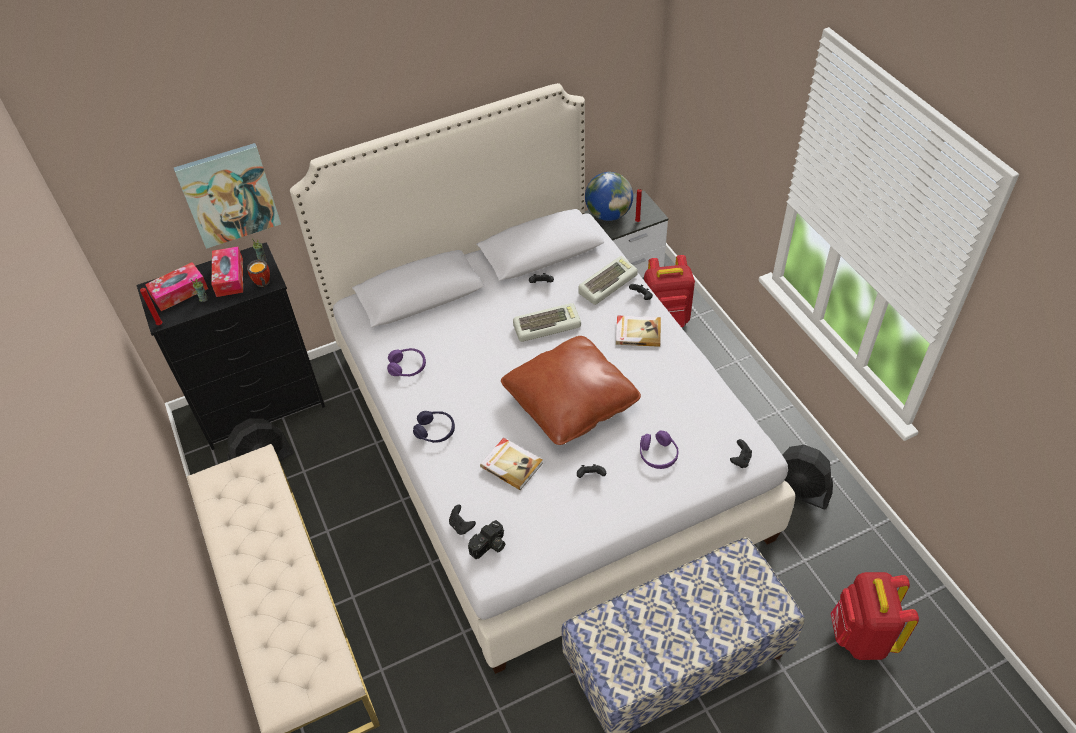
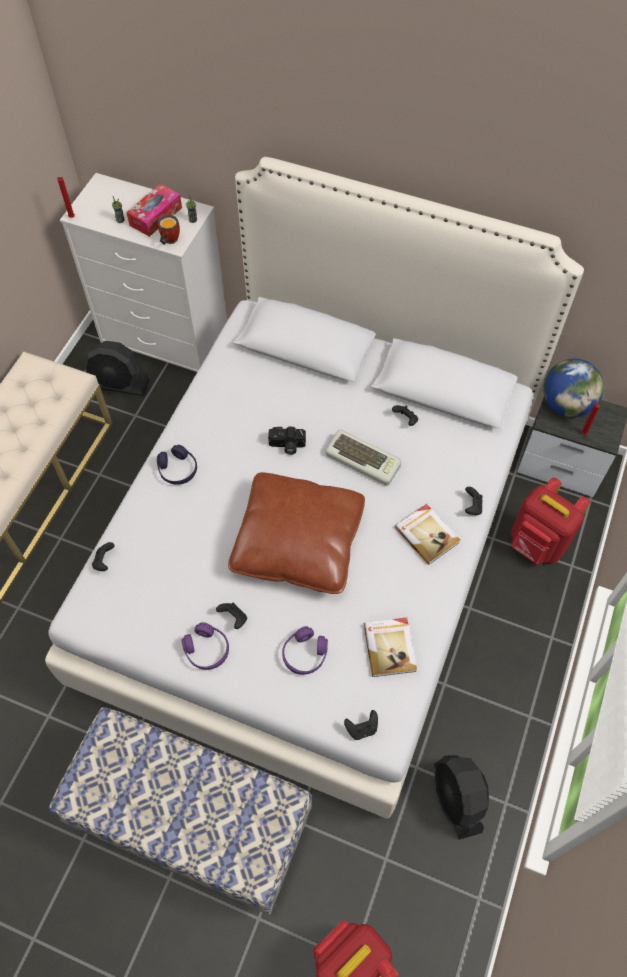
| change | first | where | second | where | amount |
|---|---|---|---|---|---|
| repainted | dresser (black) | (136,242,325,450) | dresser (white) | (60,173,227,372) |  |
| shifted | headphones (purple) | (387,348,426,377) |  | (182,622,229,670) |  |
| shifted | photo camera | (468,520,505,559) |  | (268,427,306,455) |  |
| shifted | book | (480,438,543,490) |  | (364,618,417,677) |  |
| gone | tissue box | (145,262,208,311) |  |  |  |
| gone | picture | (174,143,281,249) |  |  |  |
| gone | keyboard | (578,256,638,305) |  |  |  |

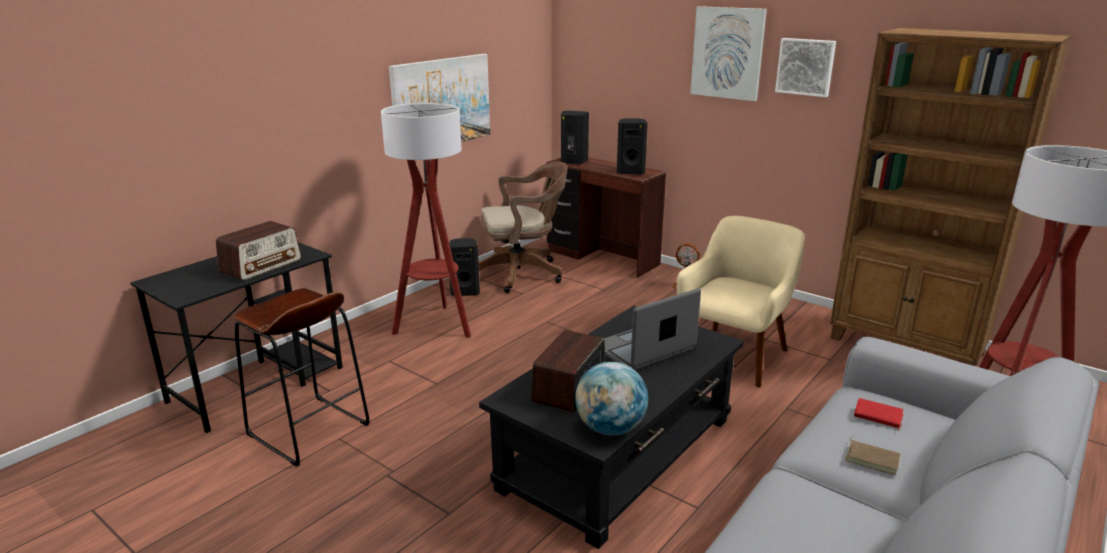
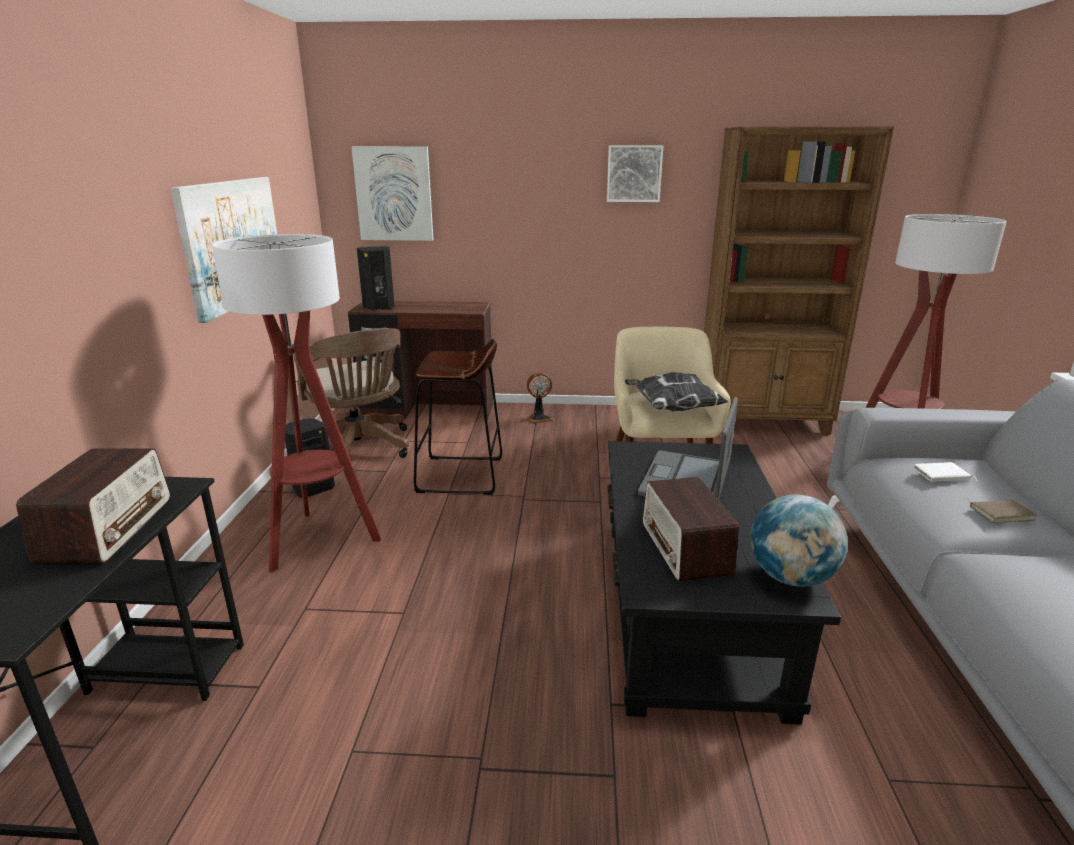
| change | first | where | second | where | amount |
|---|---|---|---|---|---|
| rotated | office chair (brown) | (479,162,568,293) |  | (292,328,409,458) | 105 degrees clockwise |
| shifted | picture | (690,6,767,101) |  | (351,146,434,241) |  |
| shifted | stool (brown) | (234,288,370,467) |  | (414,339,502,495) |  |
| new |  |  | pillow | (625,372,729,412) |  |
| repainted | book (red) | (854,398,904,431) | book (white) | (914,462,977,482) |  |
| gone | speaker (black) | (617,118,648,175) |  |  |  |

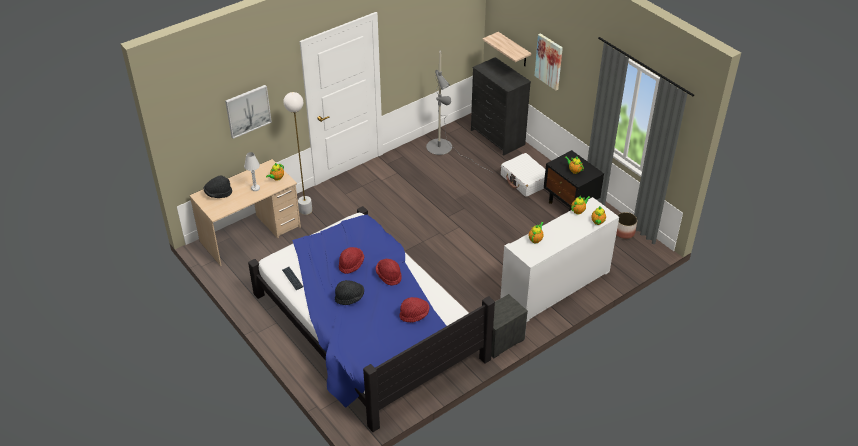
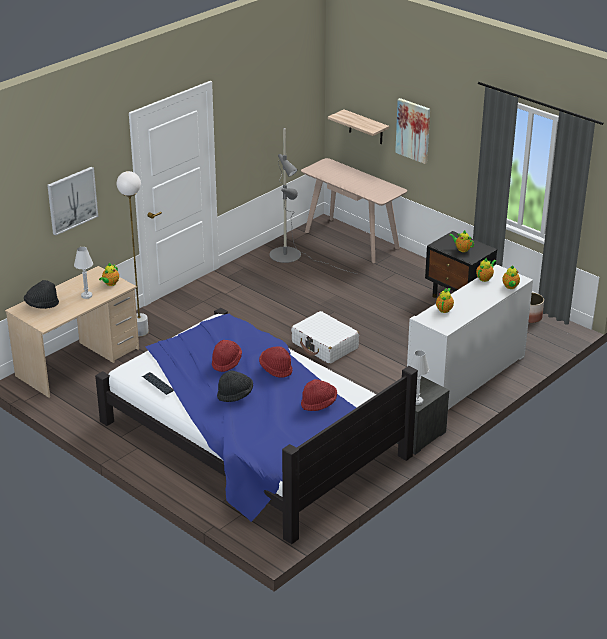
| change | first | where | second | where | amount |
|---|---|---|---|---|---|
| shifted | suitcase (white) | (501,153,545,197) |  | (291,311,359,364) |  |
| swapped | dresser (black) | (471,57,531,156) | console table (beige) | (301,158,407,263) |  |
| new |  |  | table lamp (white) | (410,350,429,405) |  |

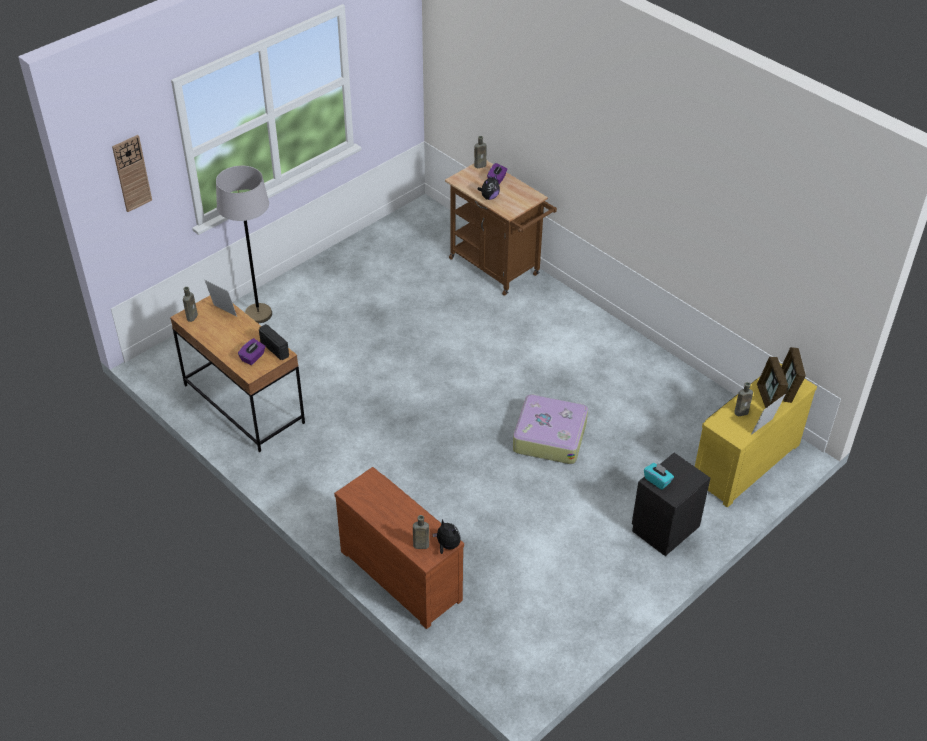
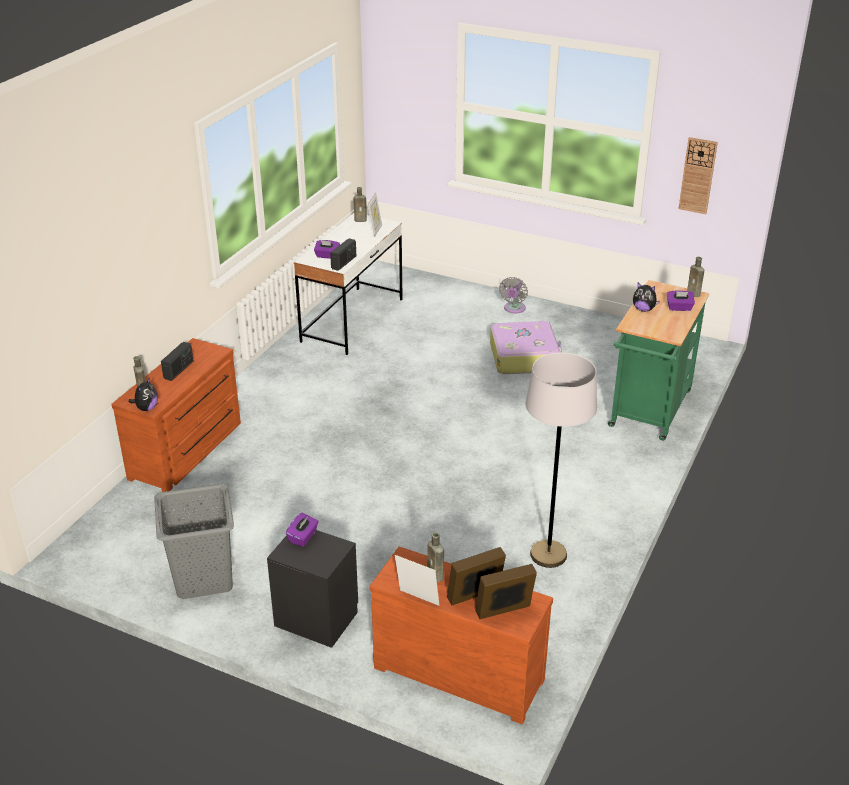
| change | first | where | second | where | amount |
|---|---|---|---|---|---|
| new |  |  | laundry basket (grey) | (154,483,234,599) |  |
| new |  |  | radio | (161,342,193,381) |  |
| repainted | tissue box (turquoise) | (644,463,674,490) | tissue box (purple) | (286,512,319,547) |  |
| repainted | desk (brown) | (170,296,305,452) | desk (white) | (294,213,403,355) |  |
| repainted | dresser (yellow) | (695,364,817,507) | dresser (brown) | (370,547,553,724) |  |
| shifted | suitcase | (513,394,588,464) |  | (490,321,562,374) |  |
| new |  |  | fan (grey) | (499,277,528,313) |  |
| shifted | floor lamp (grey) | (216,166,272,323) |  | (526,352,597,568) |  |
| repainted | cart (brown) | (445,160,557,296) | cart (green) | (608,280,709,441) |  |
| shifted | wall clock | (112,135,152,212) |  | (678,137,718,214) |  |

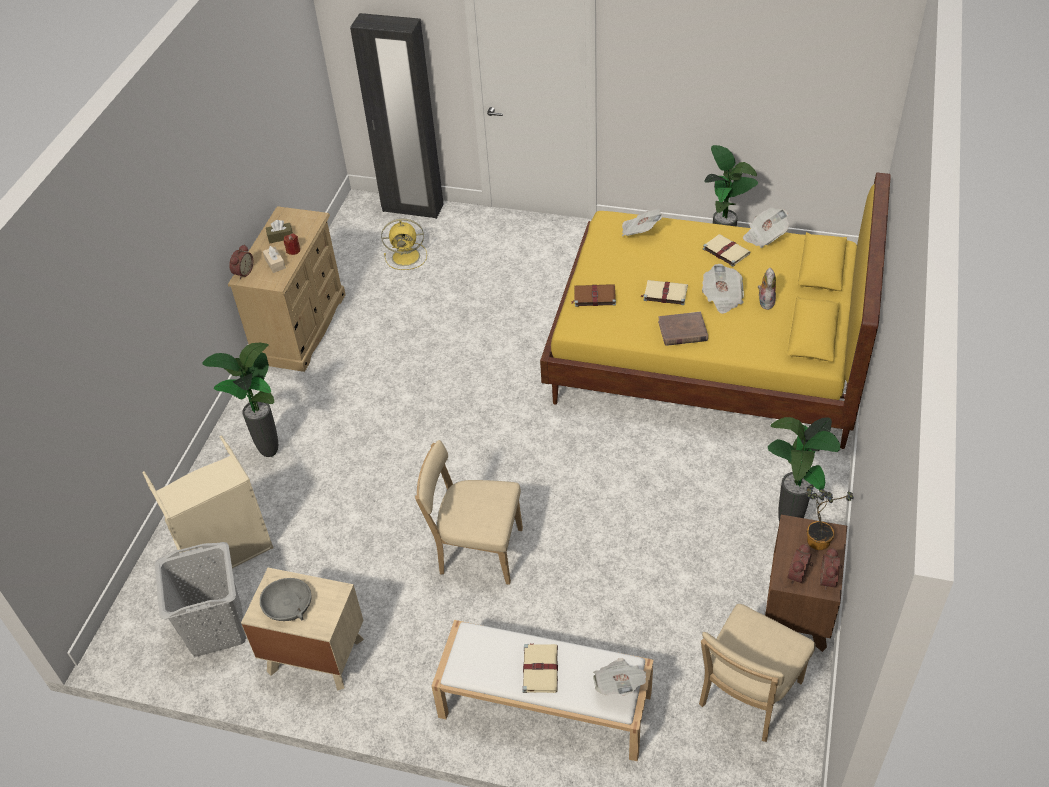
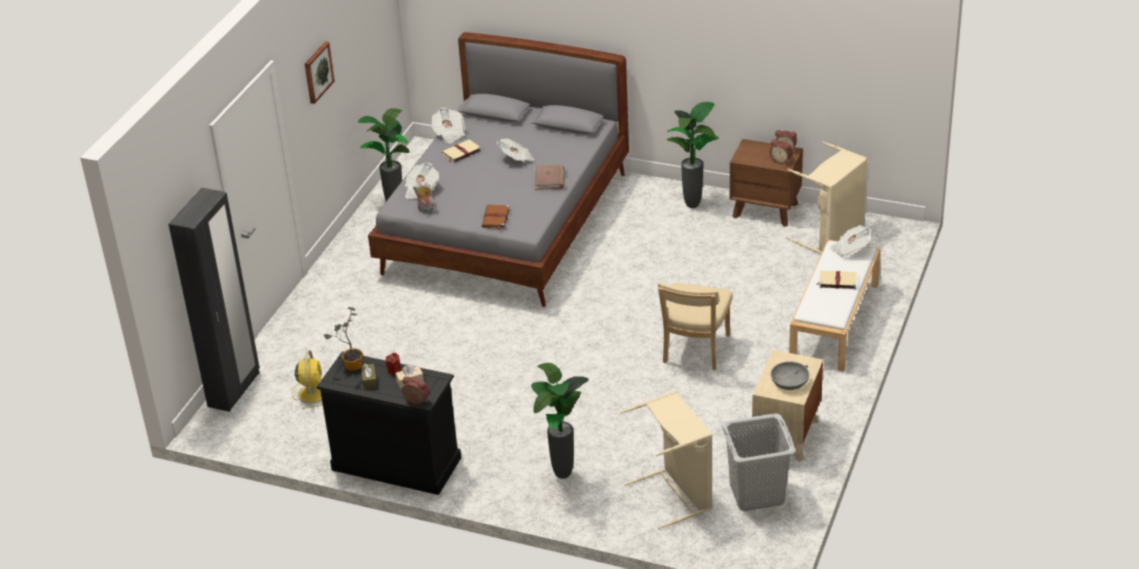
| change | first | where | second | where | amount |
|---|---|---|---|---|---|
| new |  |  | picture | (305,41,335,104) |  |
| repainted | dresser (beige) | (228,206,346,372) | dresser (black) | (317,351,461,495) |  |
| shifted | potted plant | (806,485,854,550) |  | (324,307,363,371) |  |
| repainted | bed (yellow) | (540,173,891,449) | bed (grey) | (368,32,629,307) |  |
| shifted | plush toy | (758,268,776,310) |  | (413,181,436,214) |  |
| swapped | chair (beige) | (699,604,816,742) | laundry basket (beige) | (786,142,868,254) |  |
| gone | book (beige) | (641,280,688,305) |  |  |  |

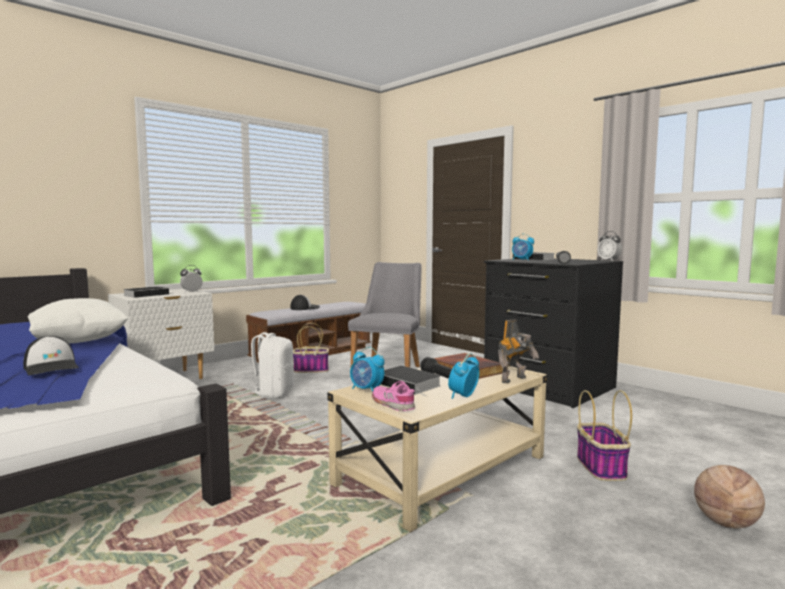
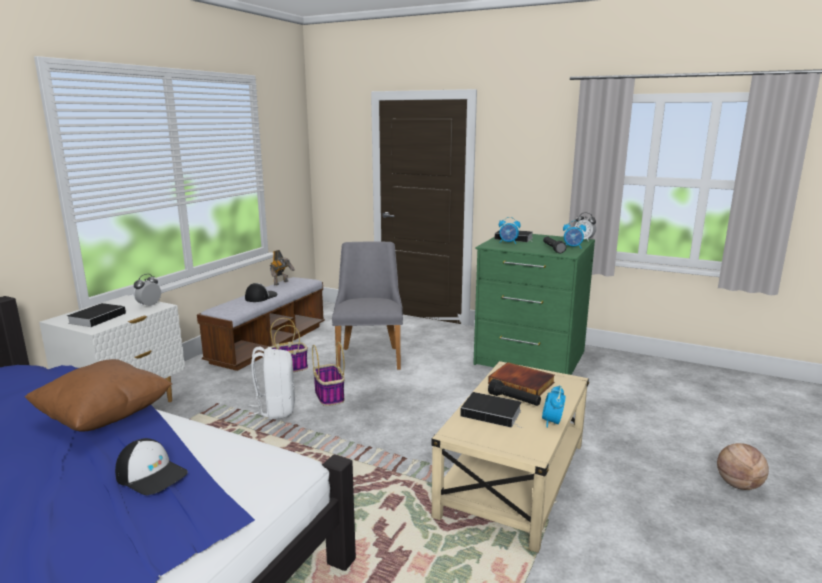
| change | first | where | second | where | amount |
|---|---|---|---|---|---|
| repainted | pillow (white) | (27,298,128,343) | pillow (brown) | (25,359,172,432) |  |
| shifted | toy robot | (498,319,539,383) |  | (270,250,295,285) |  |
| shifted | basket | (577,390,632,481) |  | (312,342,345,406) |  |
| repainted | dresser (black) | (484,258,623,408) | dresser (green) | (473,234,595,375) |  |
| shifted | alarm clock | (350,347,385,392) |  | (563,221,586,249) |  |
| gone | shoe (pink) | (372,381,415,411) |  |  |  |

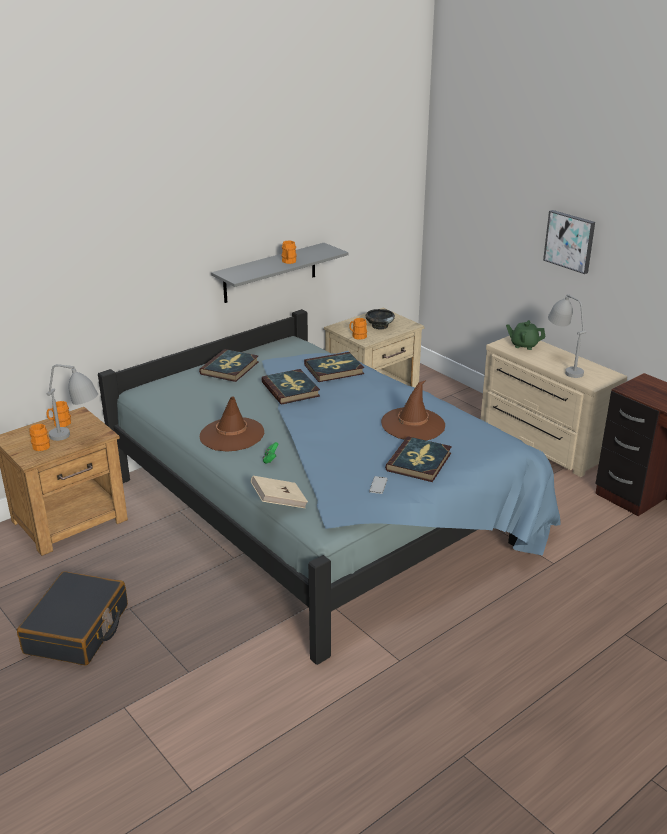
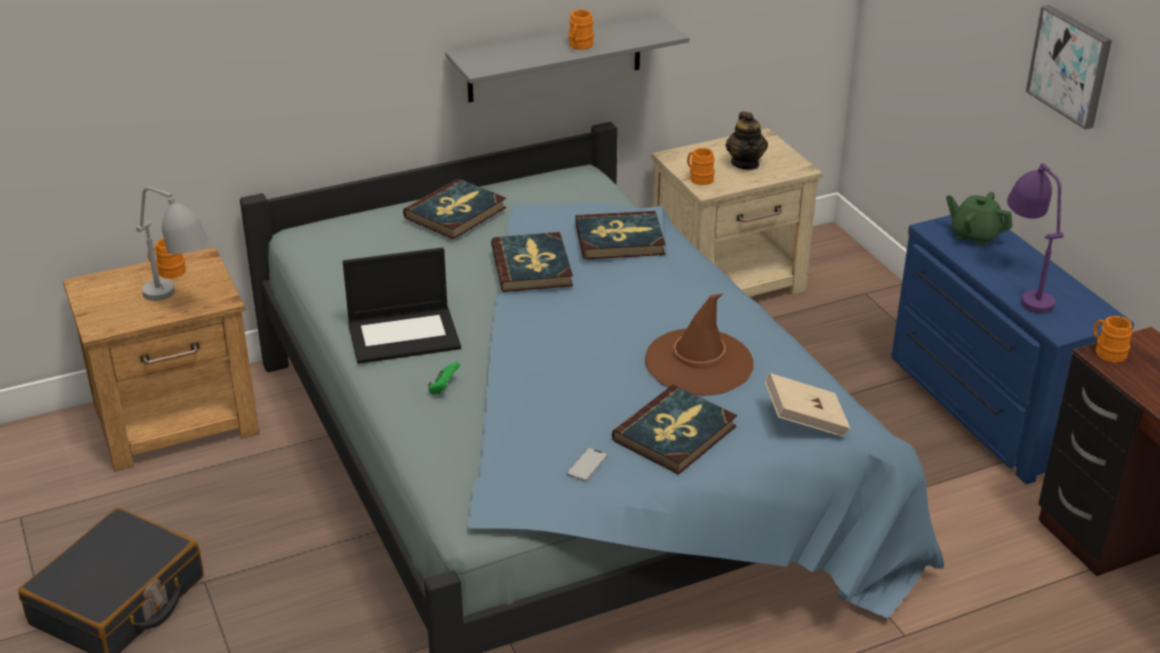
| change | first | where | second | where | amount |
|---|---|---|---|---|---|
| swapped | hat (brown) | (200,396,264,452) | laptop | (343,247,461,364) |  |
| swapped | bowl (black) | (366,309,395,330) | teapot | (725,112,768,170) |  |
| shifted | book (beige) | (251,476,308,508) |  | (765,373,850,437) |  |
| repainted | dresser (beige) | (481,336,627,477) | dresser (blue) | (891,215,1134,484) |  |
| repainted | table lamp (grey) | (548,294,586,378) | table lamp (purple) | (1007,163,1064,314) |  |
| shifted | mug (orange) | (29,424,50,451) |  | (1093,316,1132,363) |  |

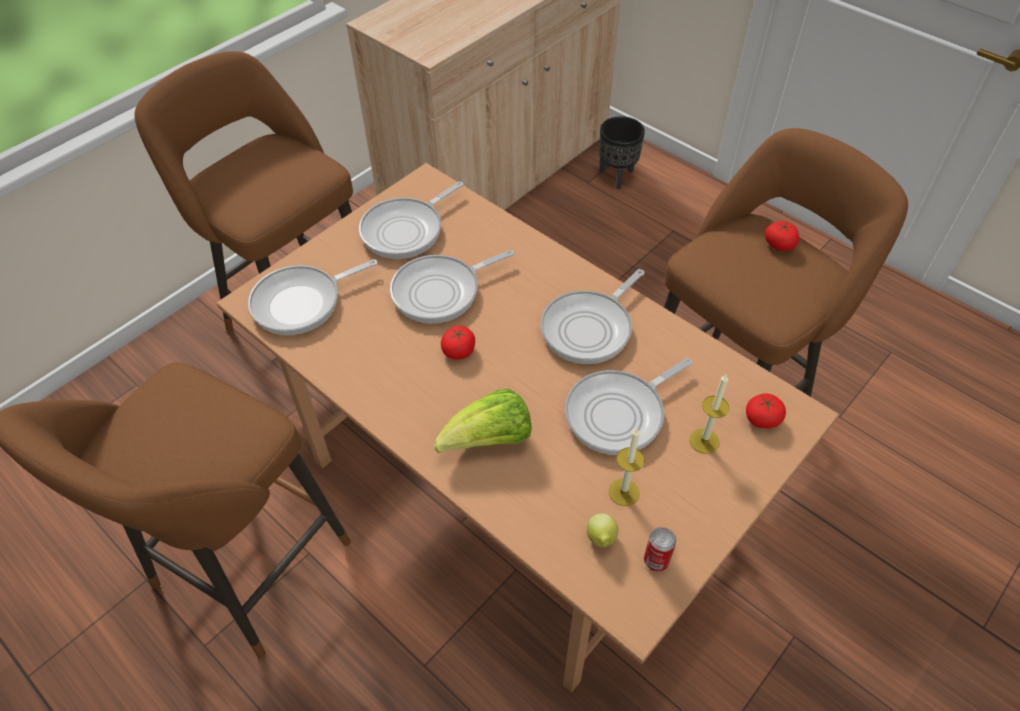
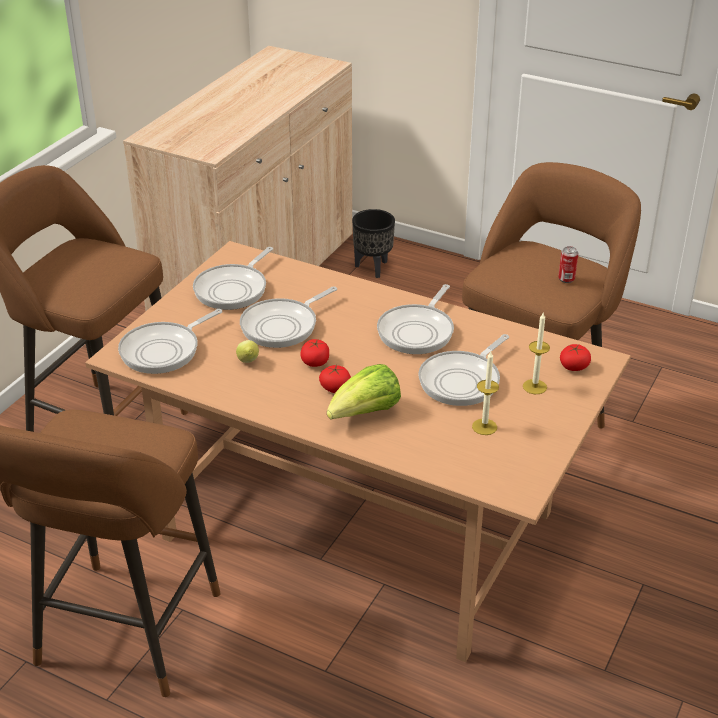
| change | first | where | second | where | amount |
|---|---|---|---|---|---|
| shifted | lemon | (587,513,618,547) |  | (236,340,259,363) |  |
| shifted | tomato | (765,221,799,251) |  | (319,365,351,393) |  |
| shifted | can | (644,527,676,572) |  | (558,246,578,283) |  |

